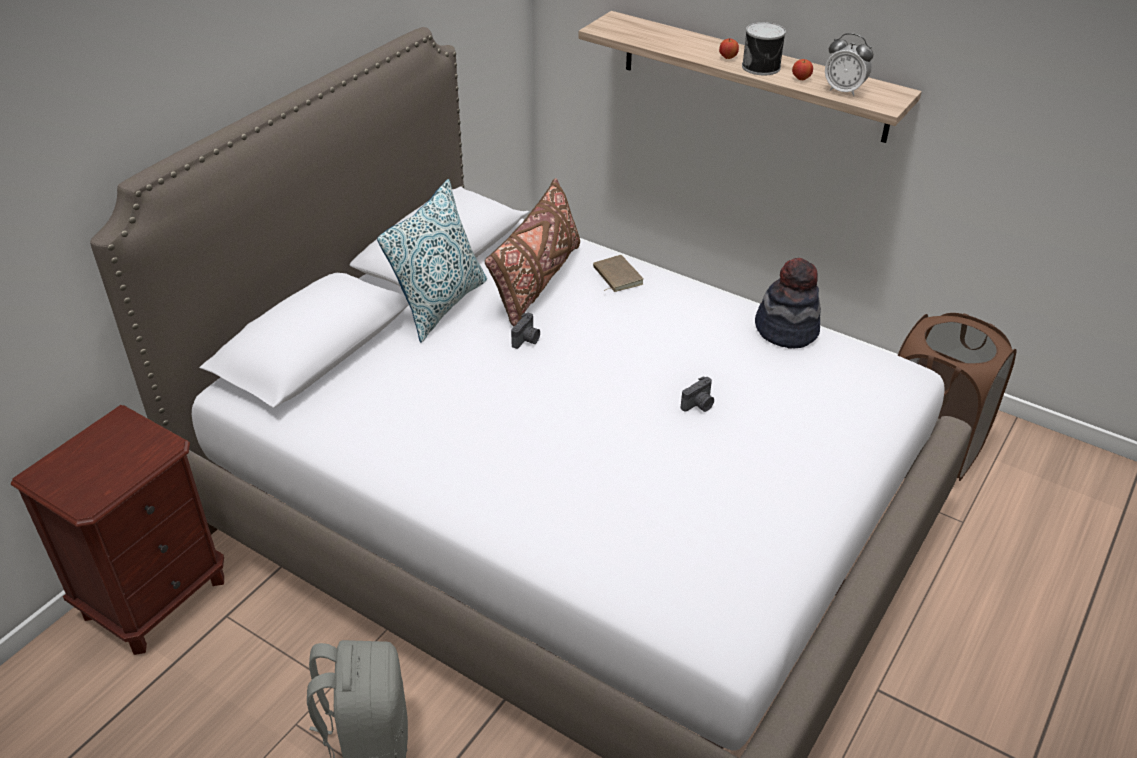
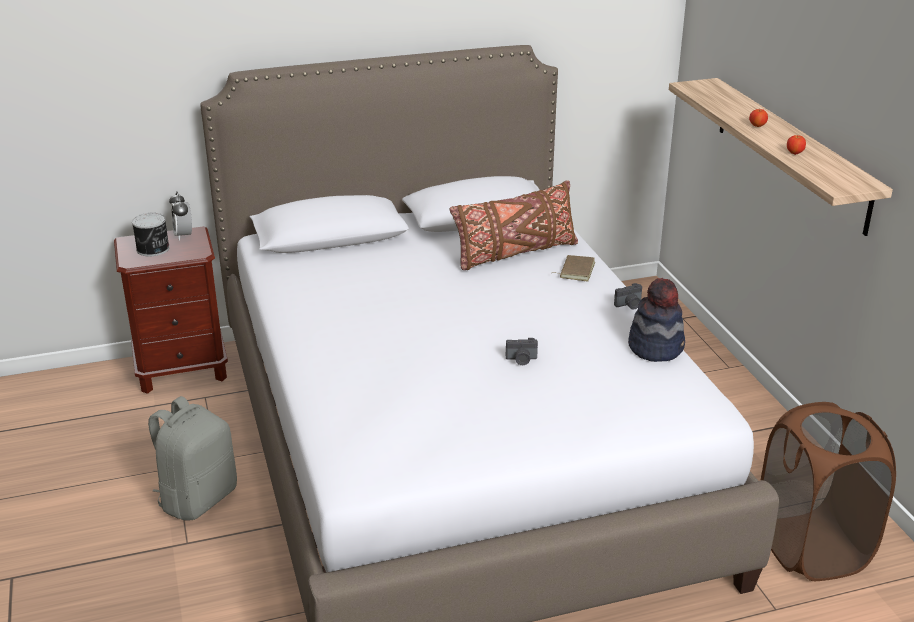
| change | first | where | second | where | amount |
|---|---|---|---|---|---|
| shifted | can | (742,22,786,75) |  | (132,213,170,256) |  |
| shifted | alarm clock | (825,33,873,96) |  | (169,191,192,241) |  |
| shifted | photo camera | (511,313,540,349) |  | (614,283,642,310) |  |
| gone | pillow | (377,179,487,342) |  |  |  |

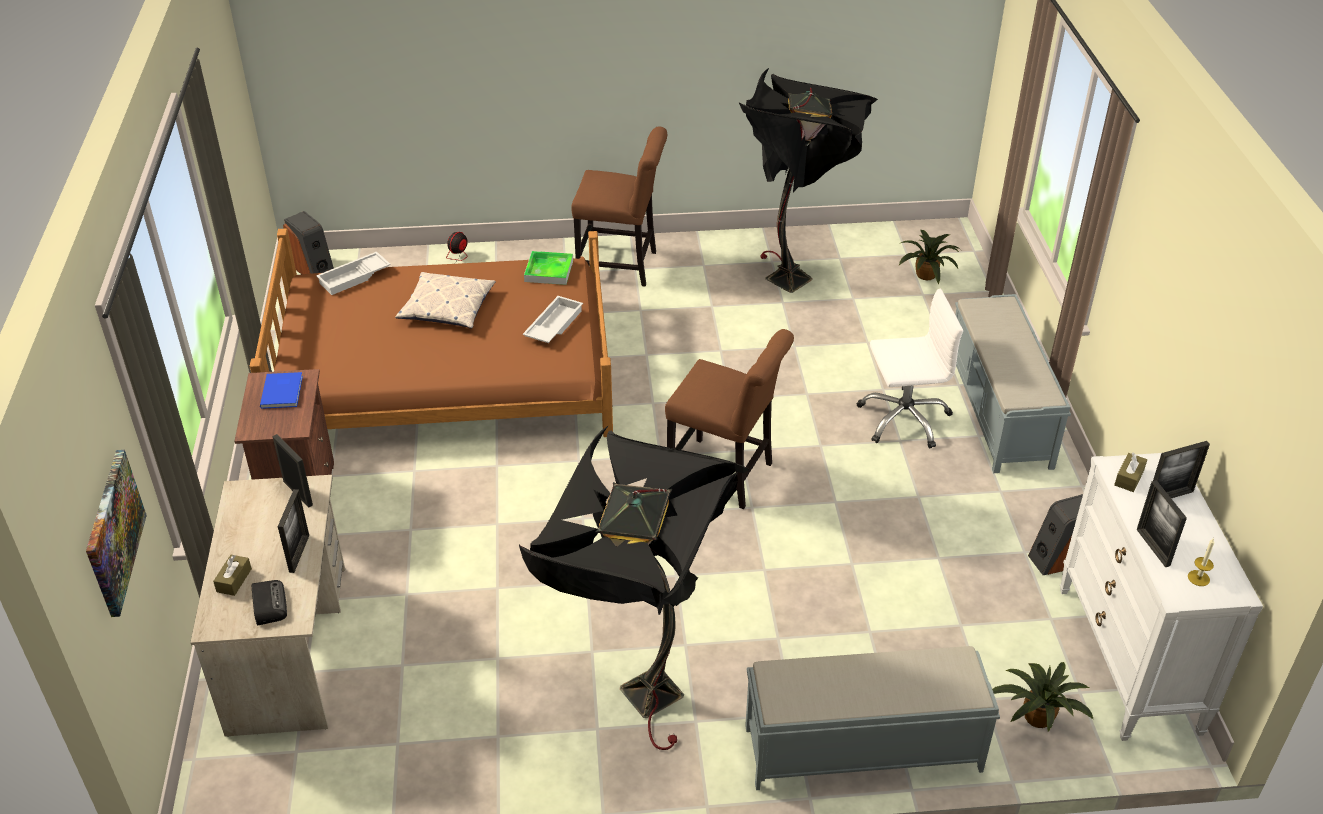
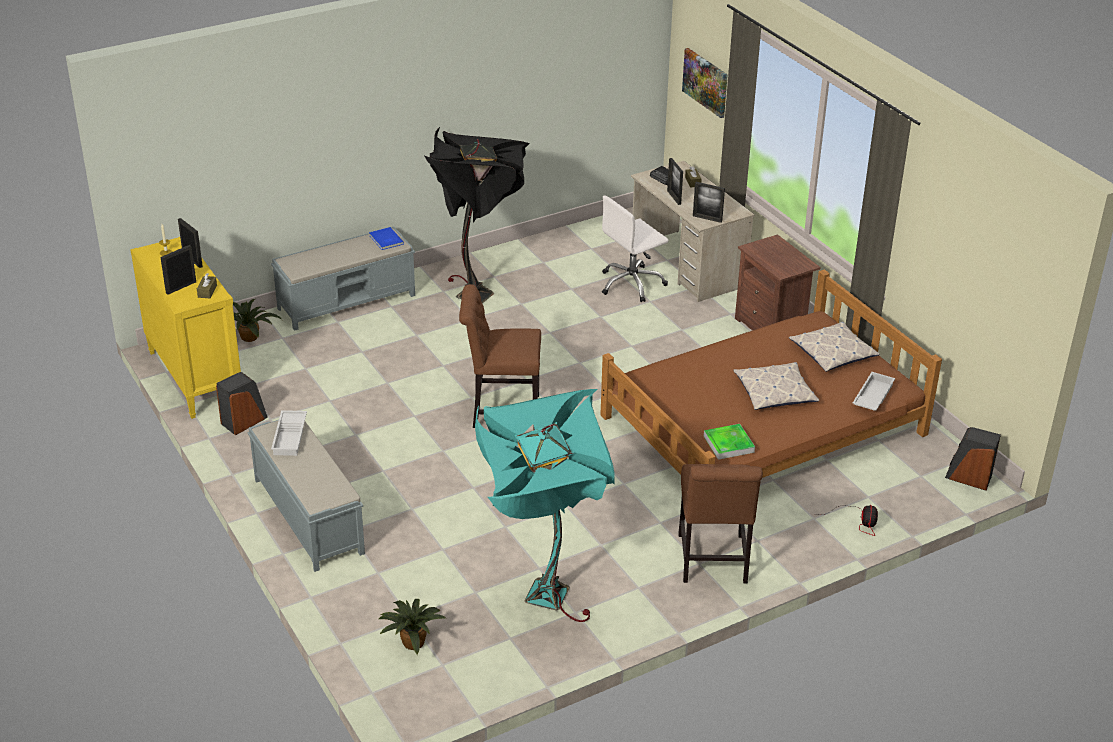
| change | first | where | second | where | amount |
|---|---|---|---|---|---|
| repainted | dresser (white) | (1060,453,1263,741) | dresser (yellow) | (130,237,241,419) |  |
| shifted | tray (white) | (523,296,583,343) |  | (271,410,307,456) |  |
| shifted | book (blue) | (260,372,303,409) |  | (369,227,404,250) |  |
| repainted | floor lamp (black) | (739,68,878,293) | floor lamp (turquoise) | (475,389,615,622) |  |
| shifted | office chair (white) | (857,289,963,449) |  | (602,196,668,302) |  |
| rotated | chair (brown) | (571,126,667,286) |  | (678,464,763,583) | 75 degrees counterclockwise |
| new |  |  | pillow | (789,321,880,372) |  |

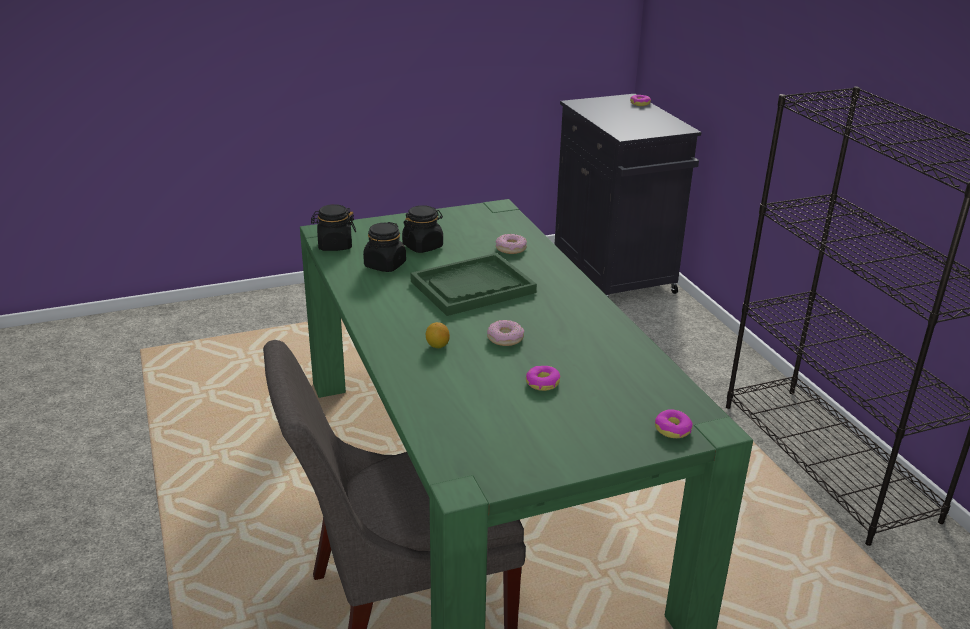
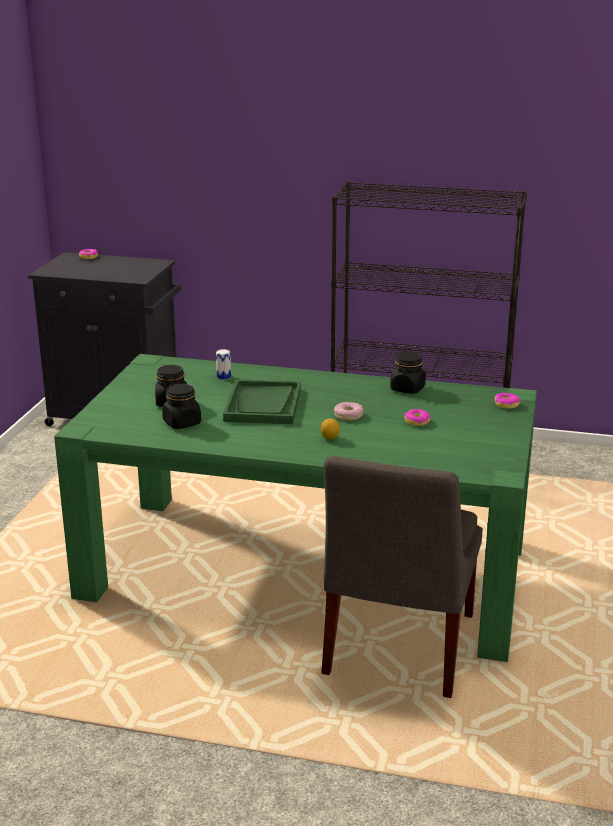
| change | first | where | second | where | amount |
|---|---|---|---|---|---|
| swapped | donut | (496,234,527,254) | can | (216,349,231,380) |  |
| shifted | jar (black) | (311,204,356,251) |  | (390,352,426,394) |  |

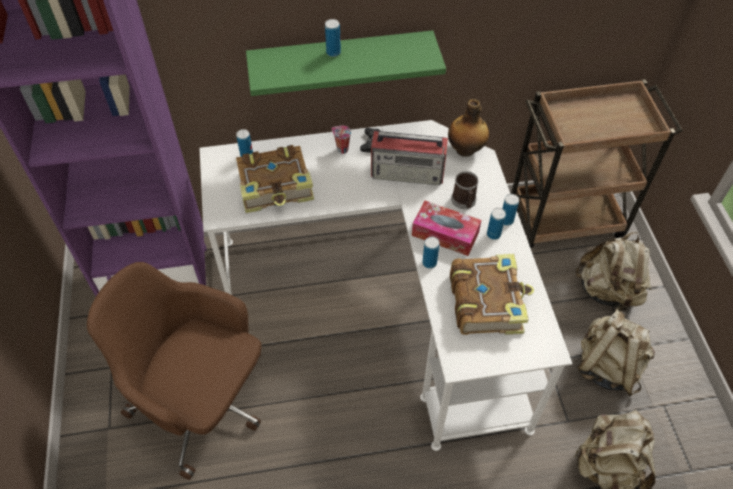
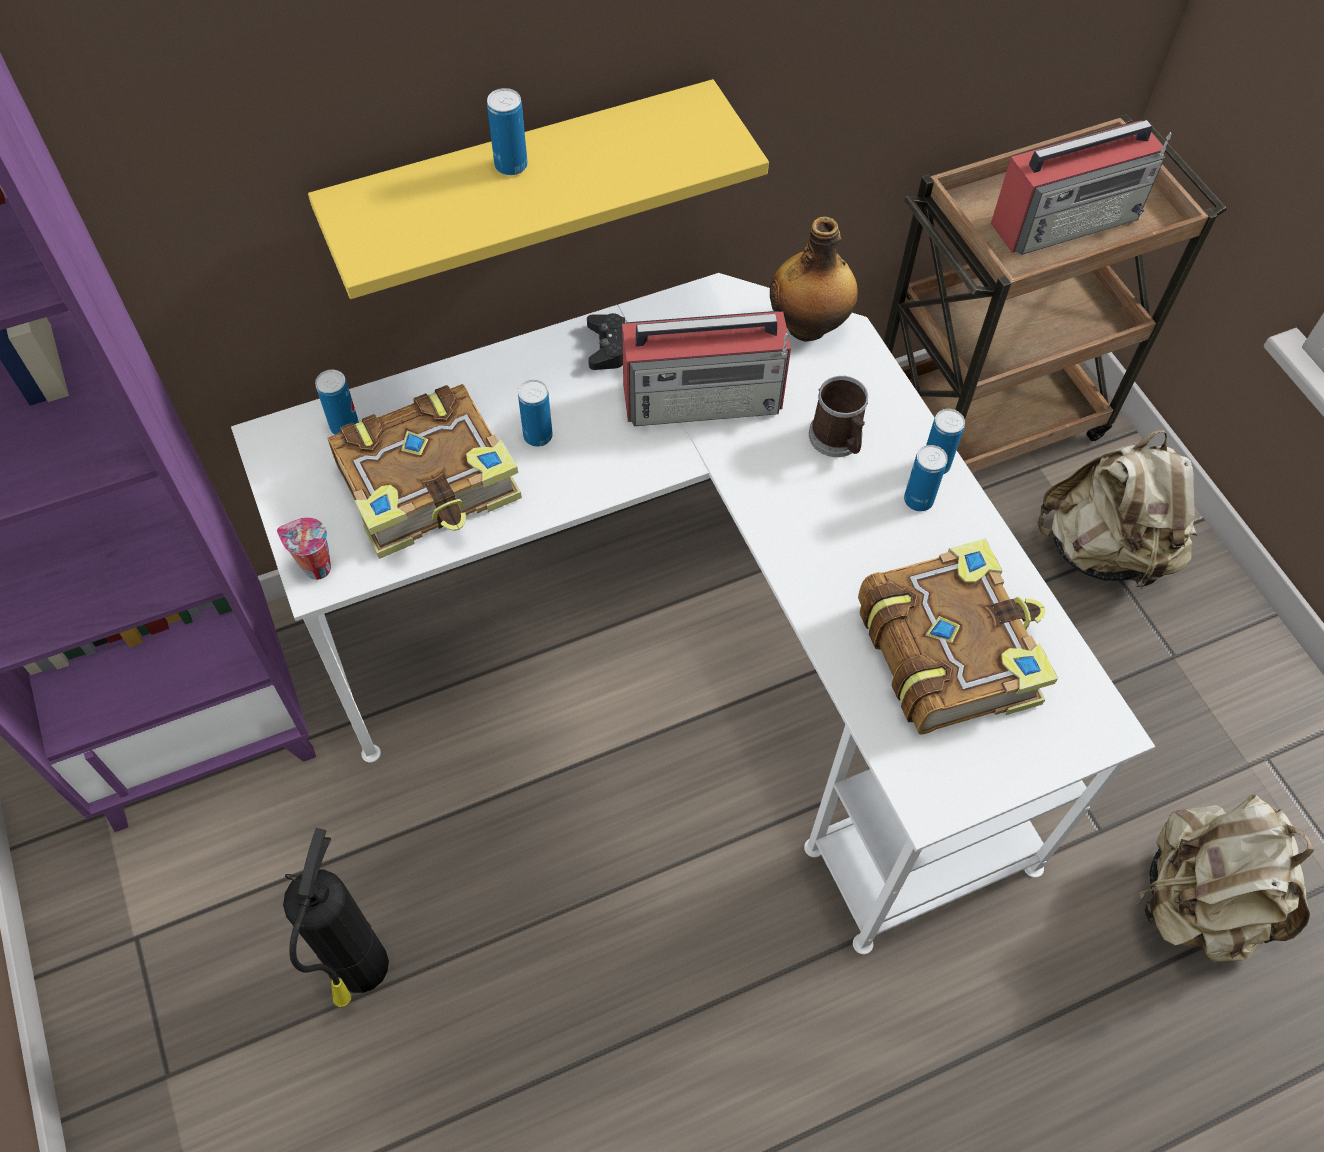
| change | first | where | second | where | amount |
|---|---|---|---|---|---|
| shifted | cup | (332,125,351,154) |  | (277,517,331,580) |  |
| swapped | office chair (brown) | (87,262,262,480) | fire extinguisher | (283,828,389,1007) |  |
| repainted | shelf (green) | (246,30,446,96) | shelf (yellow) | (308,79,769,299) |  |
| shifted | can | (422,236,440,269) |  | (518,380,553,447) |  |
| new |  |  | radio | (991,120,1172,255) |  |
| gone | tissue box | (412,201,481,256) |  |  |  |
| gone | backpack (beige) | (577,309,655,397) |  |  |  |

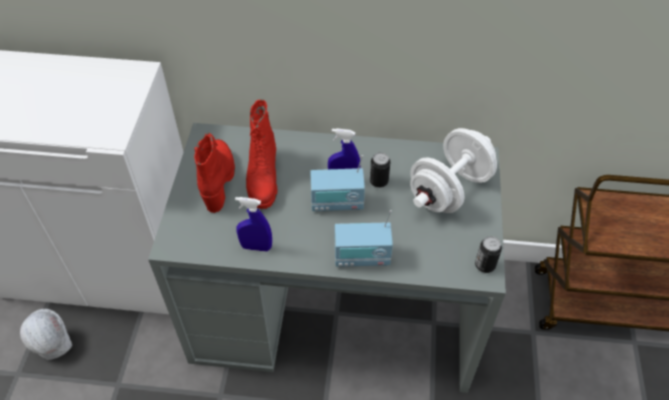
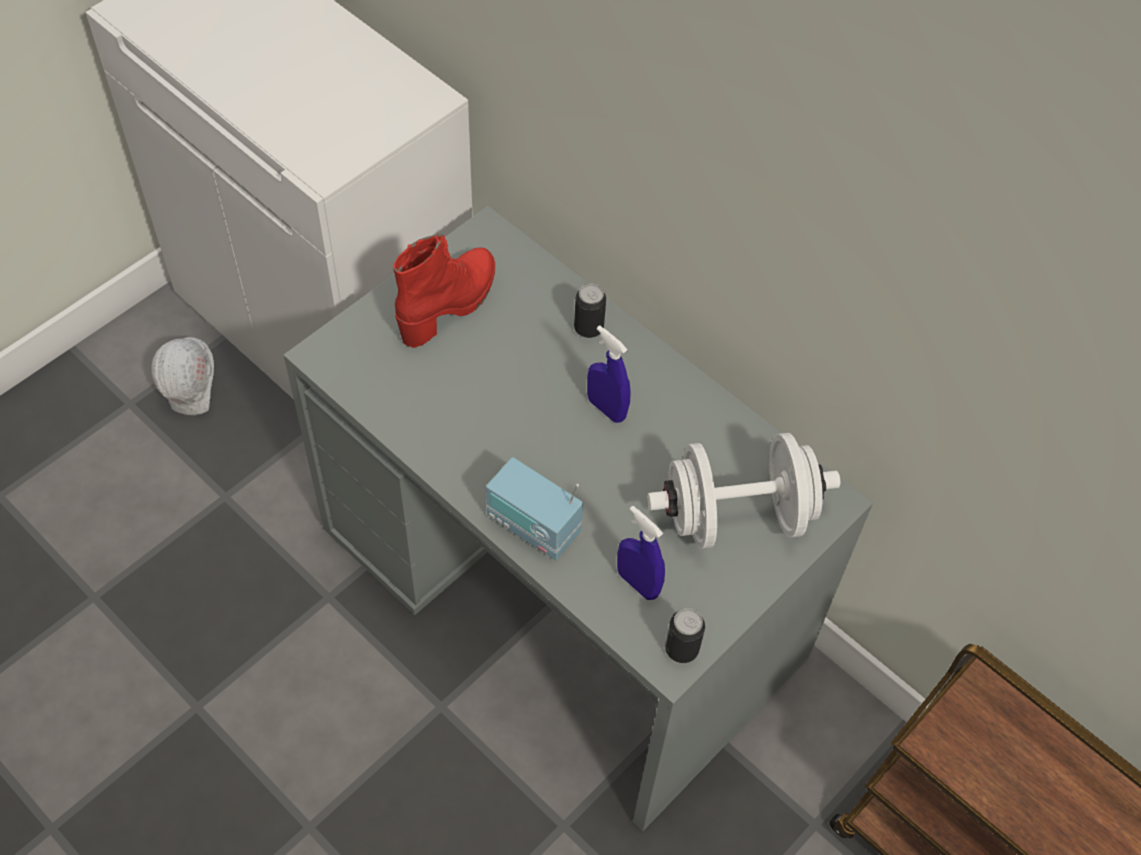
| change | first | where | second | where | amount |
|---|---|---|---|---|---|
| shifted | can | (370,152,390,188) |  | (574,283,606,338) |  |
| shifted | spray bottle (blue) | (235,197,272,252) |  | (617,506,665,600) |  |
| gone | boot (red) | (246,100,278,209) |  |  |  |
| gone | radio | (310,155,365,212) |  |  |  |

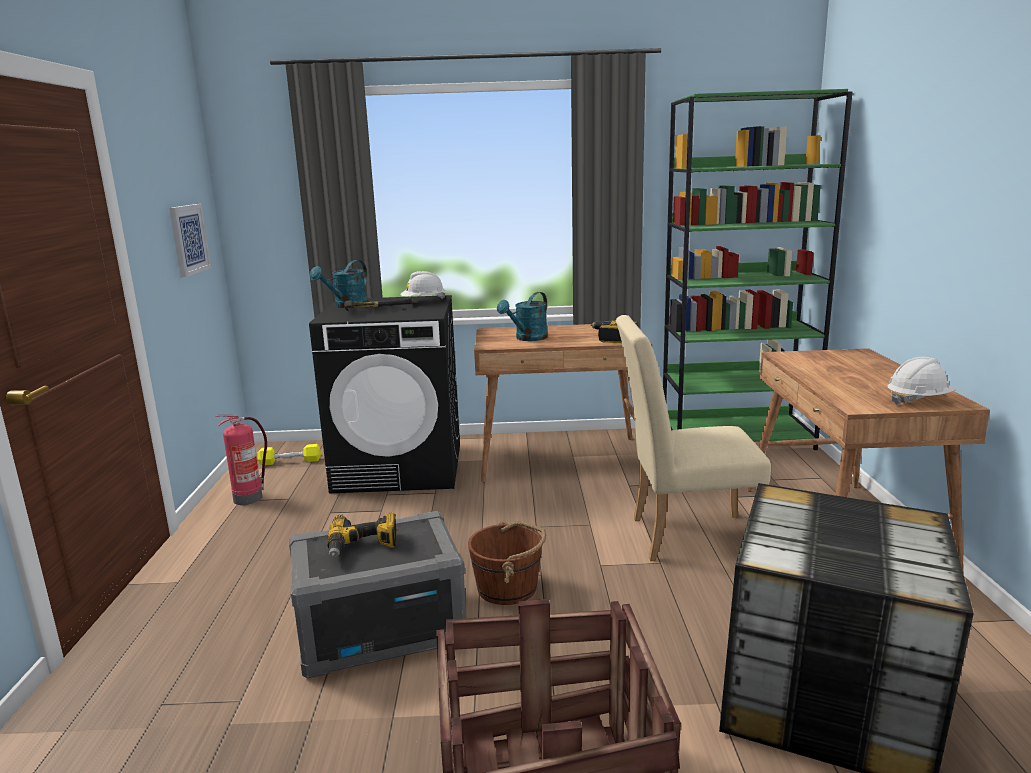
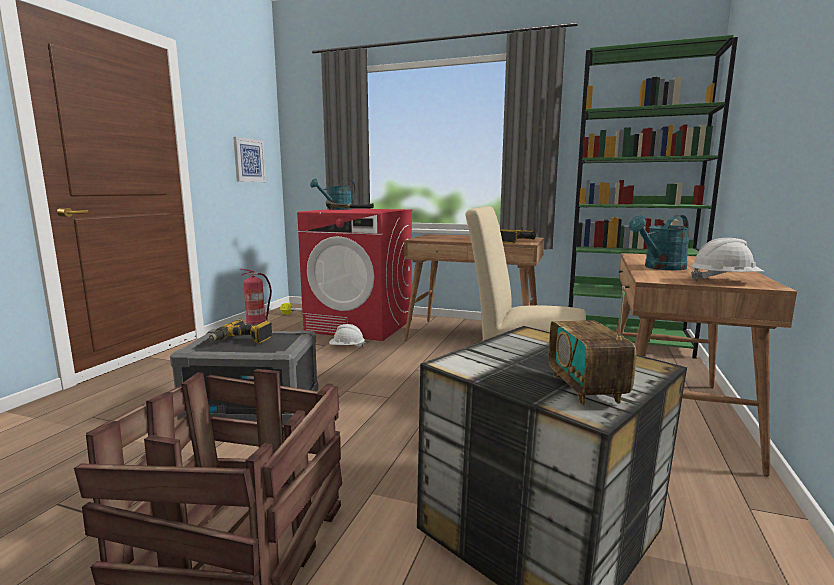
| change | first | where | second | where | amount |
|---|---|---|---|---|---|
| repainted | washing machine (black) | (309,295,460,494) | washing machine (red) | (297,209,413,341) |  |
| shifted | hard hat (white) | (400,271,446,300) |  | (329,324,365,347) |  |
| new |  |  | radio | (548,286,637,405) |  |
| shifted | watering can (turquoise) | (497,292,548,341) |  | (629,215,690,270) |  |
| gone | bucket (brown) | (468,522,546,605) |  |  |  |

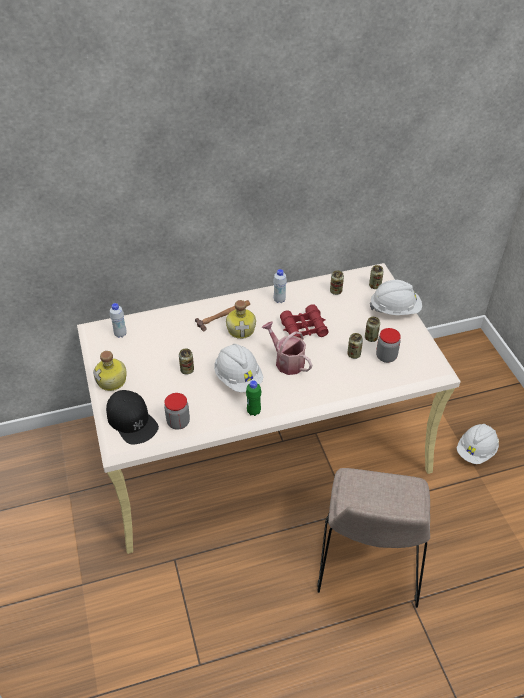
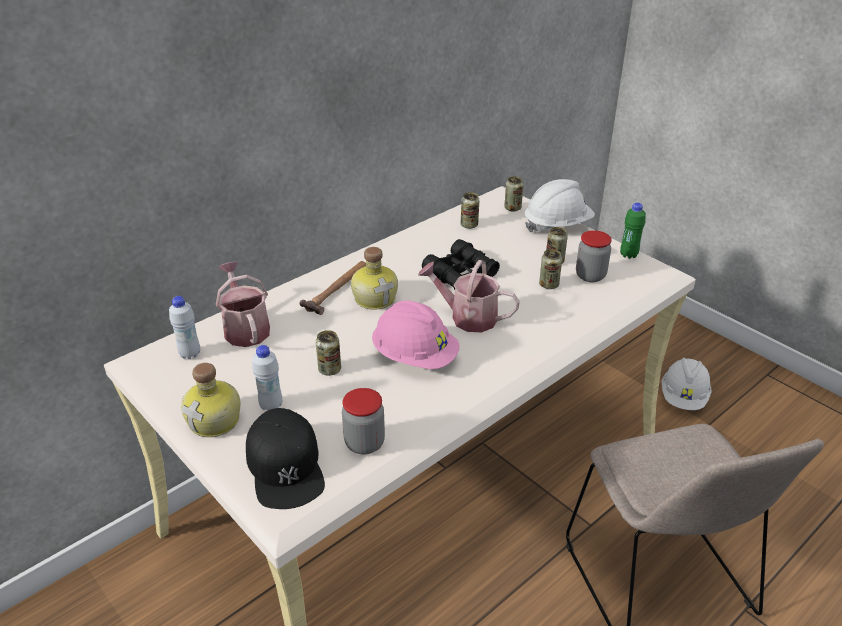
| change | first | where | second | where | amount |
|---|---|---|---|---|---|
| new |  |  | watering can | (216,262,270,347) |  |
| rotated | cap (black) | (106,390,159,444) |  | (246,408,325,509) | 45 degrees clockwise |
| shifted | bottle (white) | (273,269,287,303) |  | (252,345,282,411) |  |
| repainted | hard hat (white) | (214,344,263,392) | hard hat (pink) | (372,300,460,369) |  |
| repainted | binoculars (red) | (280,304,329,338) | binoculars (black) | (422,239,500,290) |  |
| shifted | bottle (green) | (246,380,261,416) |  | (620,203,646,259) |  |

